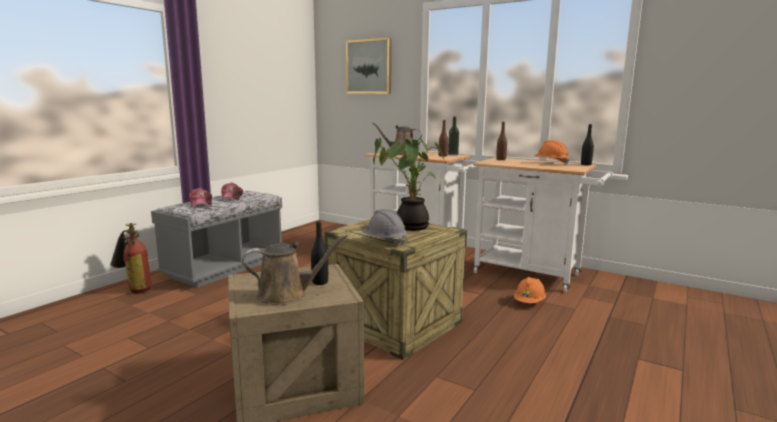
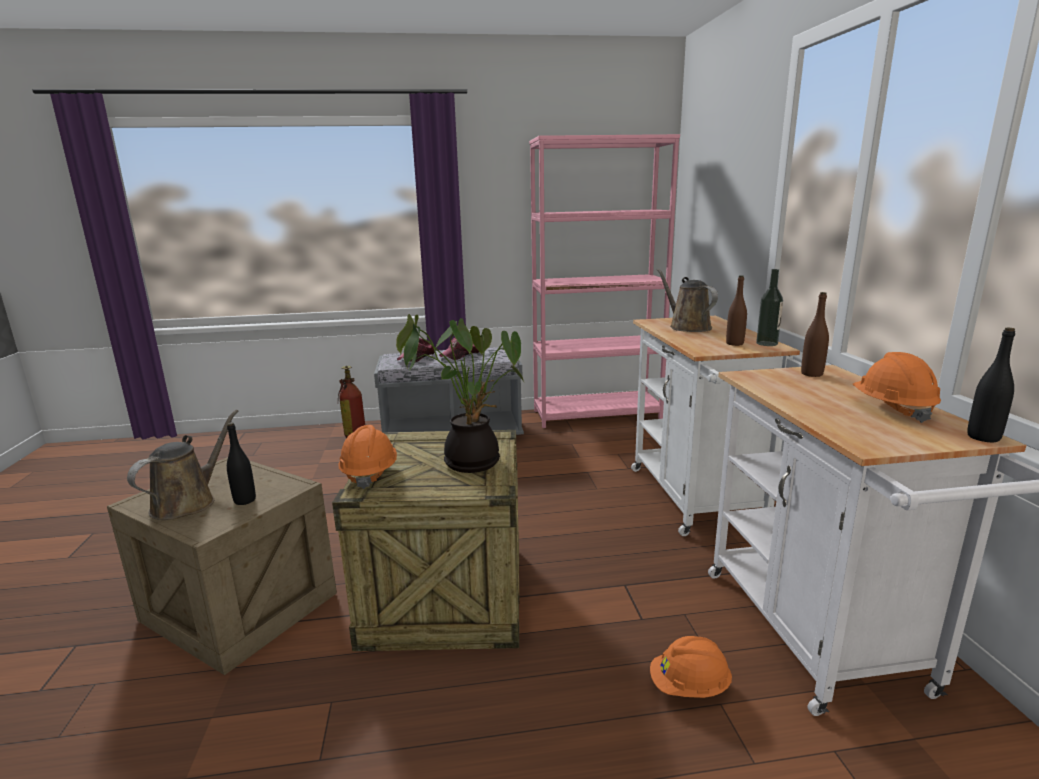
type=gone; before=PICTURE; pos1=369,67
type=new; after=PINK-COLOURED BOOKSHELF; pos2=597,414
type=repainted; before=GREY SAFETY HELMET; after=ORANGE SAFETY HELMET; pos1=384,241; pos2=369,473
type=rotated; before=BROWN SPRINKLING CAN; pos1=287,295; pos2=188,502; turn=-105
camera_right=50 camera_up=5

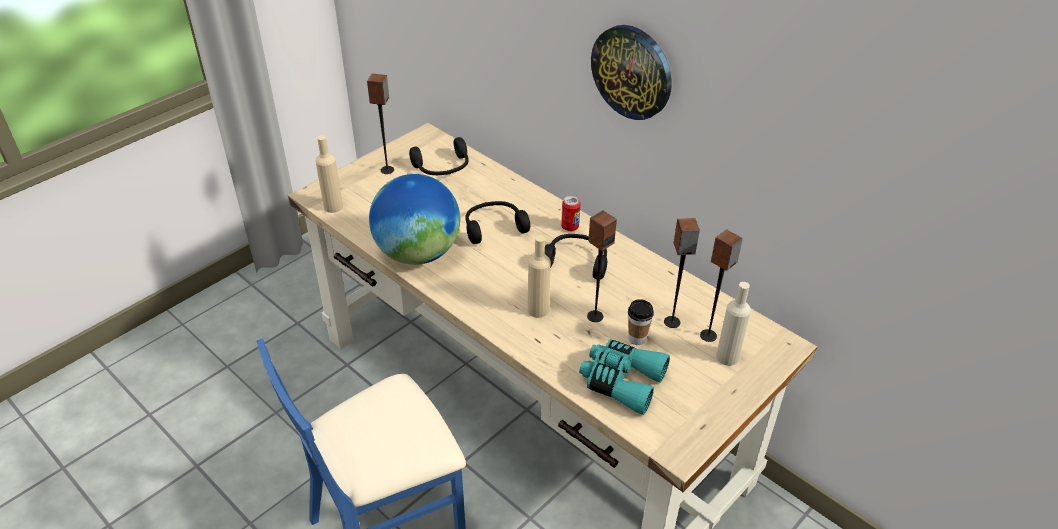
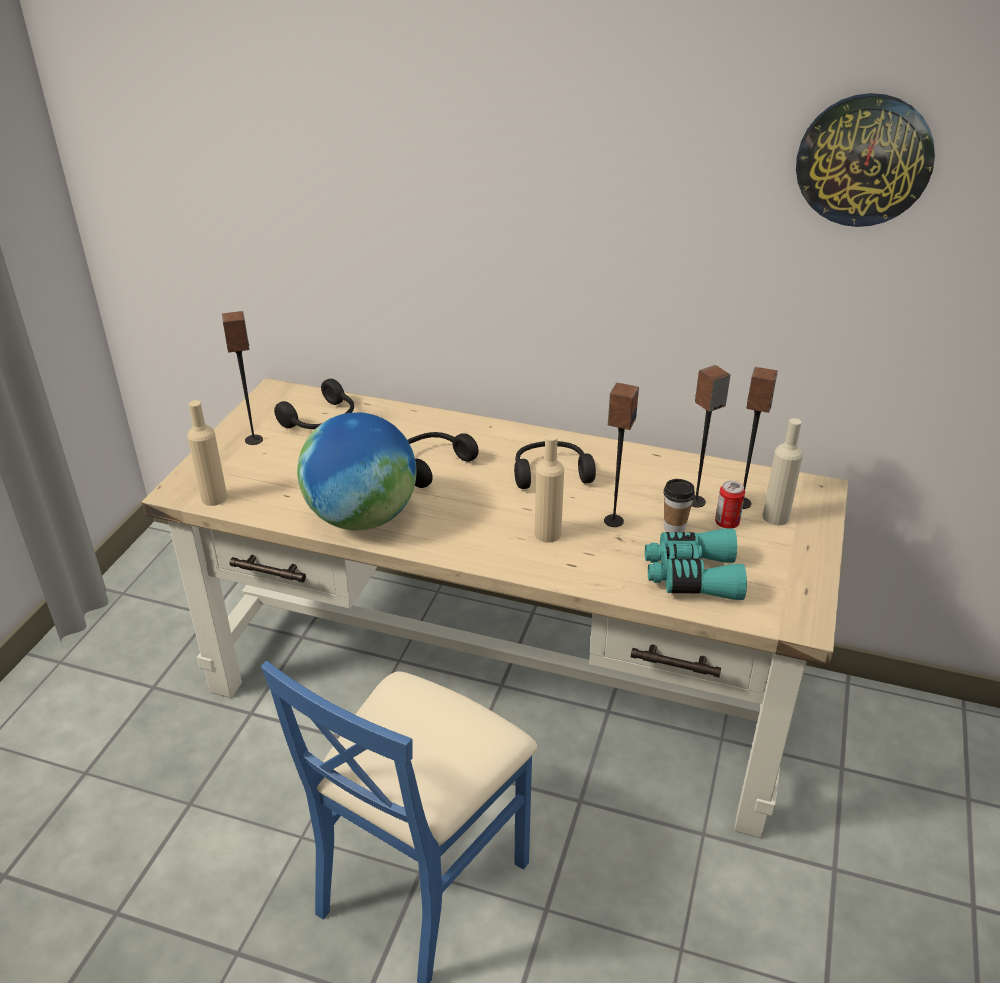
type=shifted; before=SEALED CAN; pos1=570,227; pos2=727,523
type=shifted; before=CLOCK ON THE WALL; pos1=632,72; pos2=864,160
camera_right=-25 camera_up=-5

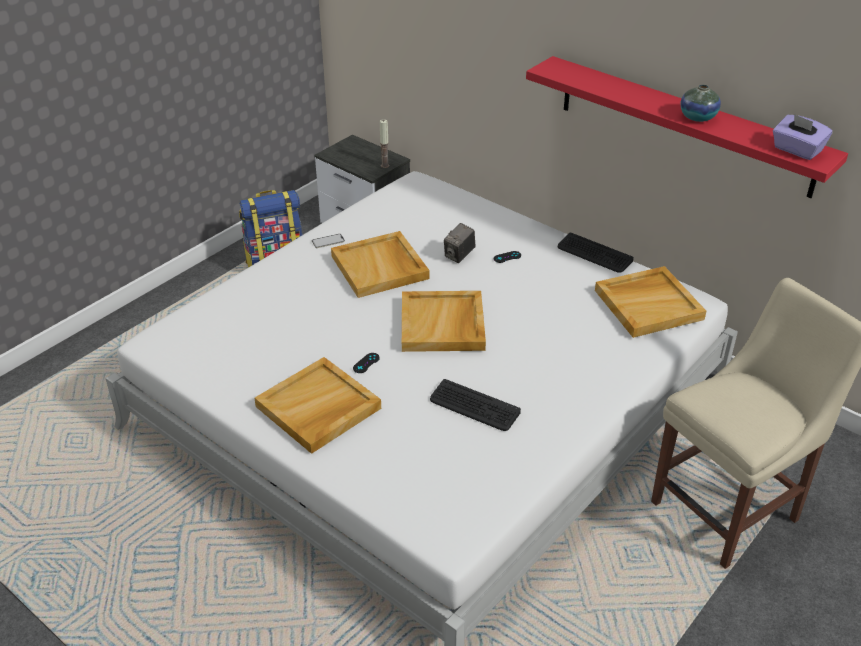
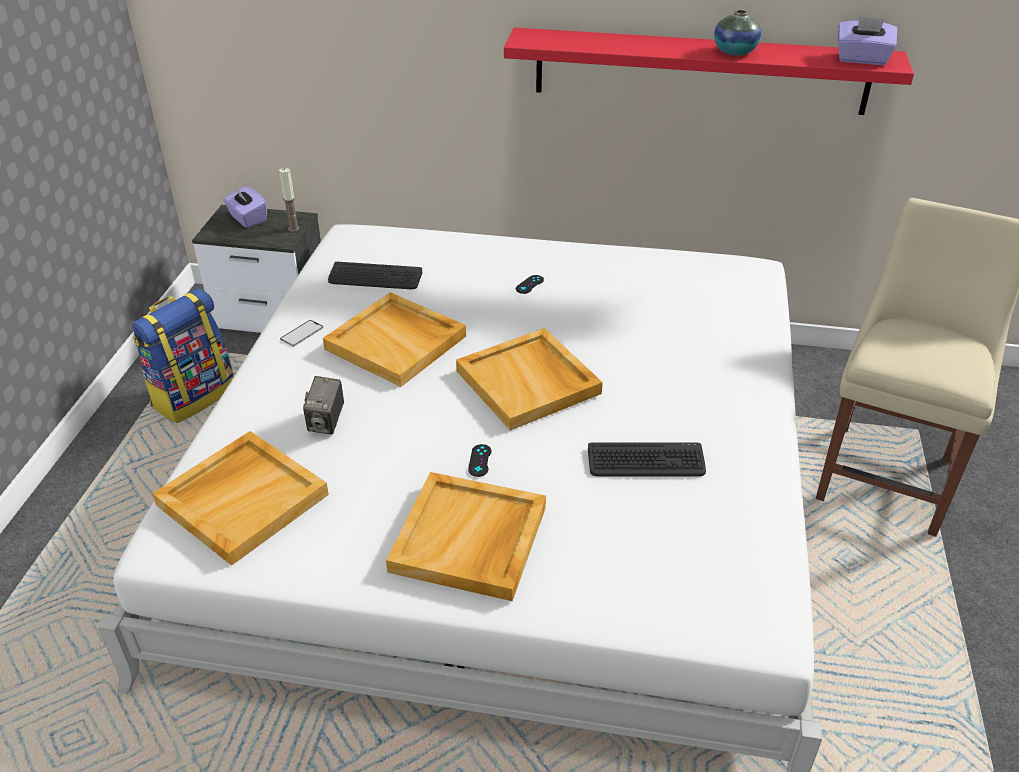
type=new; after=PURPLE-COLOURED TISSUE BOX; pos2=247,219
type=shifted; before=PHOTO CAMERA; pos1=459,255; pos2=326,422
type=shifted; before=KEYBOARD; pos1=594,254; pos2=375,277
type=shifted; before=SAND-COLOURED CARRYING TRAY; pos1=648,304; pos2=243,498
camera_right=-30 camera_up=0

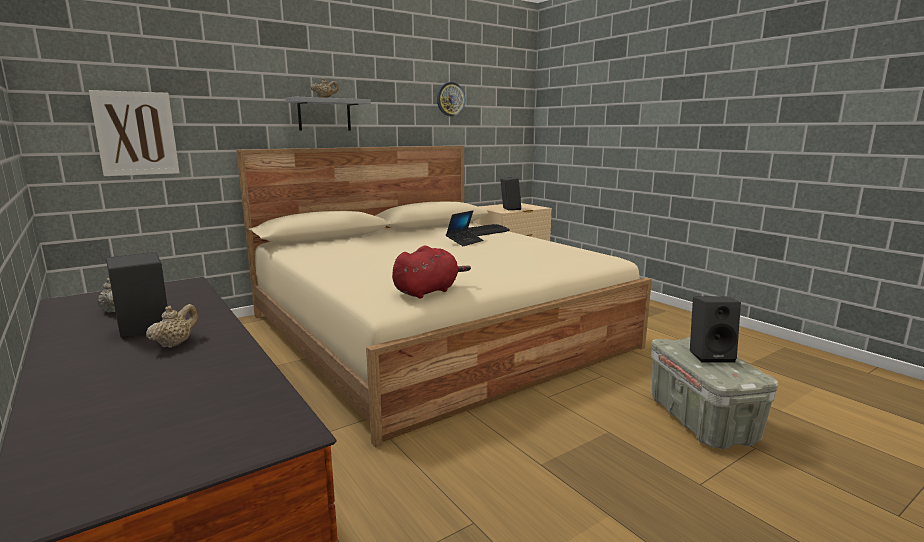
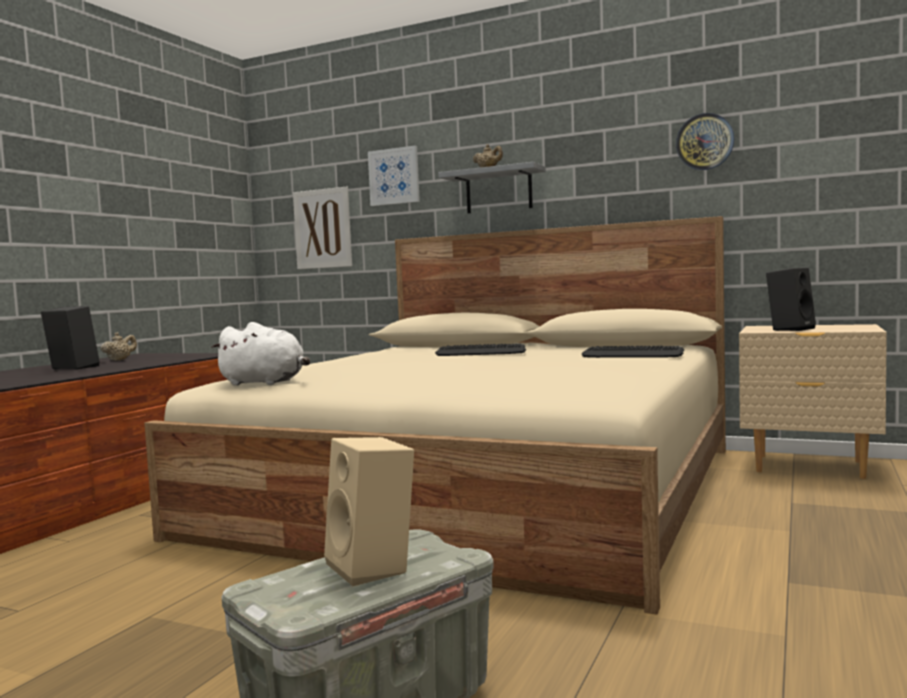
type=gone; before=SAND-COLOURED POT FOR TEA; pos1=175,344
type=gone; before=LAPTOP; pos1=464,242
type=new; after=PICTURE; pos2=394,176
type=new; after=KEYBOARD; pos2=481,352
type=repainted; before=REDDISH PLUSH TOY; after=WHITE-COLOURED PLUSH TOY; pos1=428,291; pos2=265,383
type=repainted; before=BLACK-COLOURED LOUDSPEAKER; after=SAND-COLOURED LOUDSPEAKER; pos1=711,355; pos2=374,567
camera_right=60 camera_up=-10

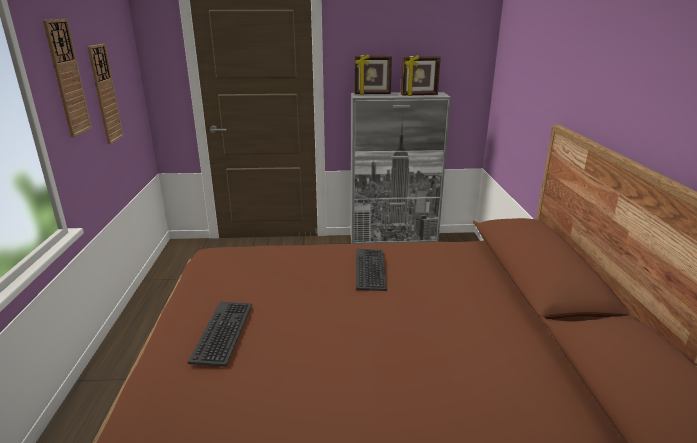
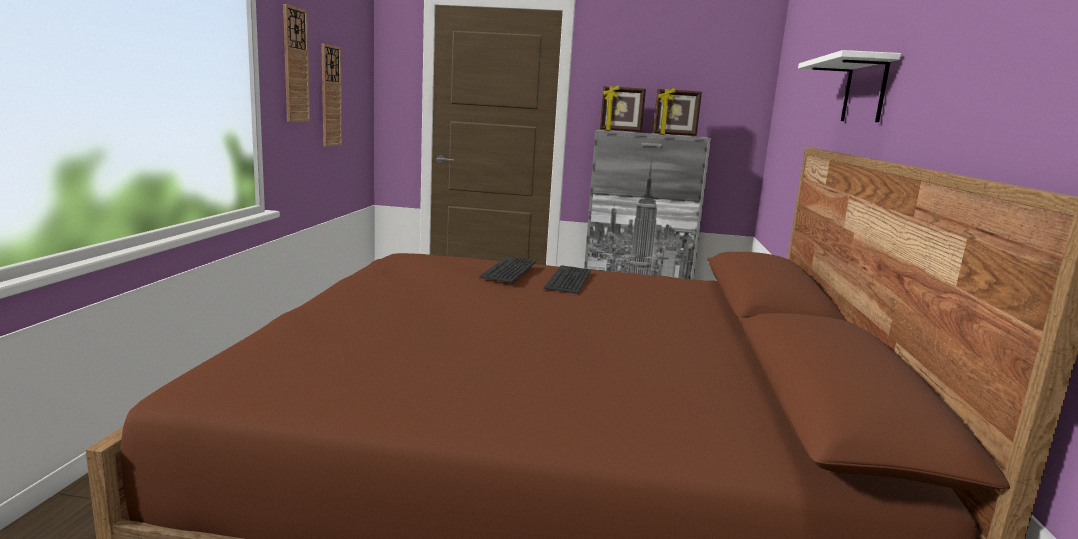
type=new; after=WHITE-COLOURED SHELF; pos2=864,91
type=shifted; before=KEYBOARD; pos1=224,332; pos2=510,270
camera_right=10 camera_up=-10

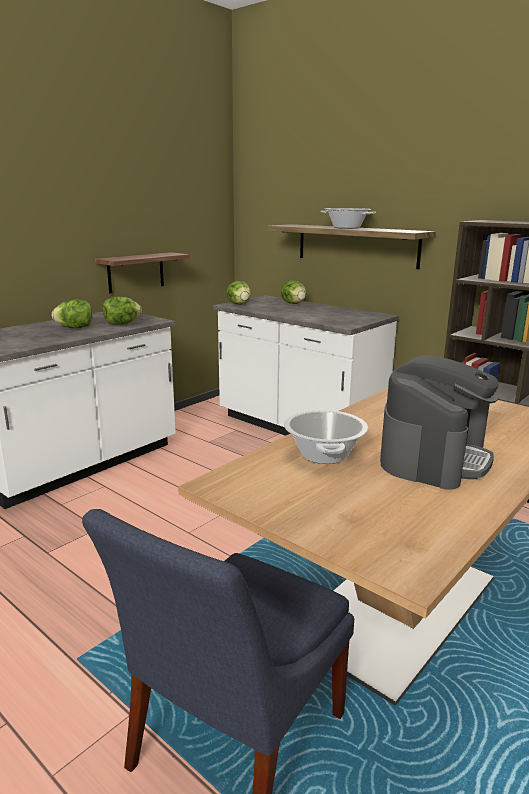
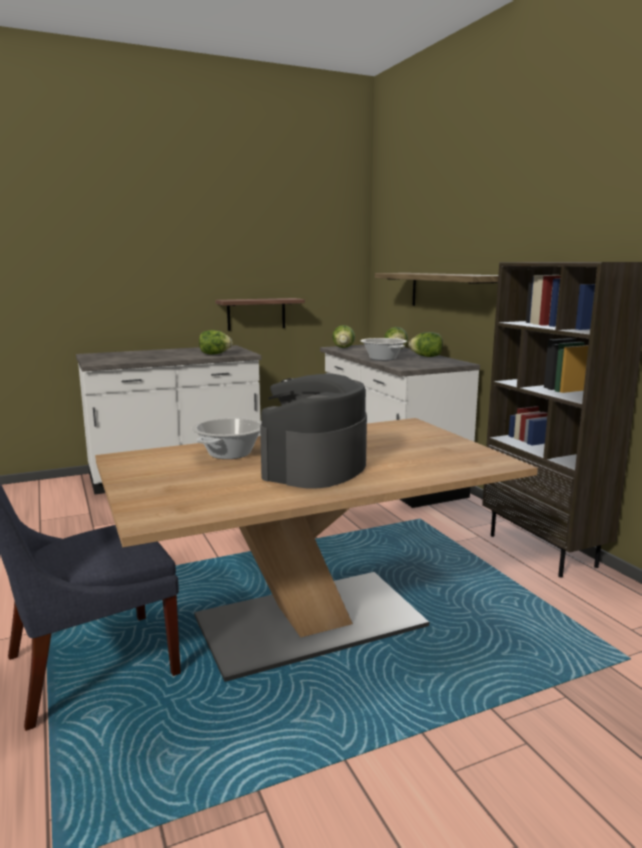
type=shifted; before=LETTUCE; pos1=75,328; pos2=426,356
type=shifted; before=STOCKPOT; pos1=346,228; pos2=383,358
type=rotated; before=COFFEE BREWER; pos1=434,457; pos2=315,468; turn=150
camera_right=25 camera_up=-5

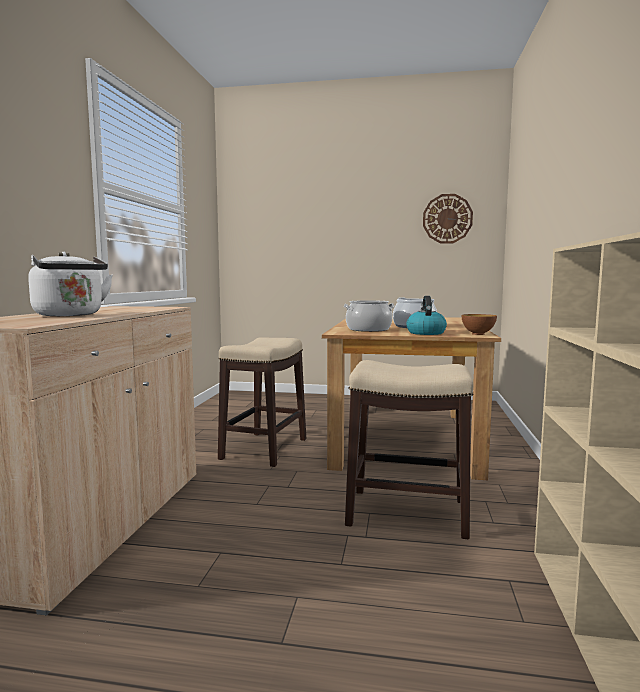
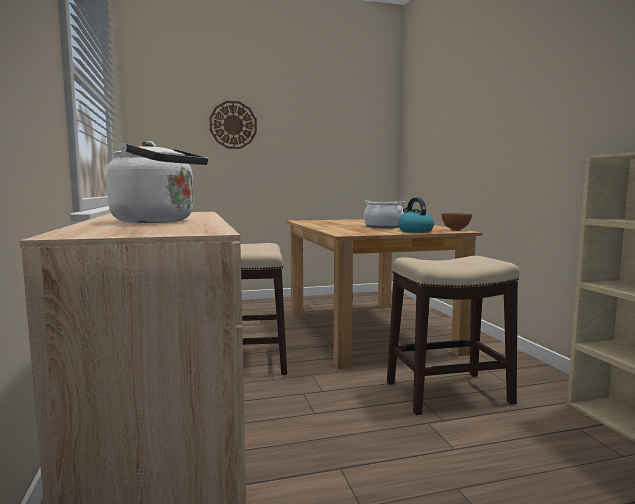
type=gone; before=STOCKPOT; pos1=368,329
type=shifted; before=CLOCK ON THE WALL; pos1=447,218; pos2=233,125
camera_right=-25 camera_up=0

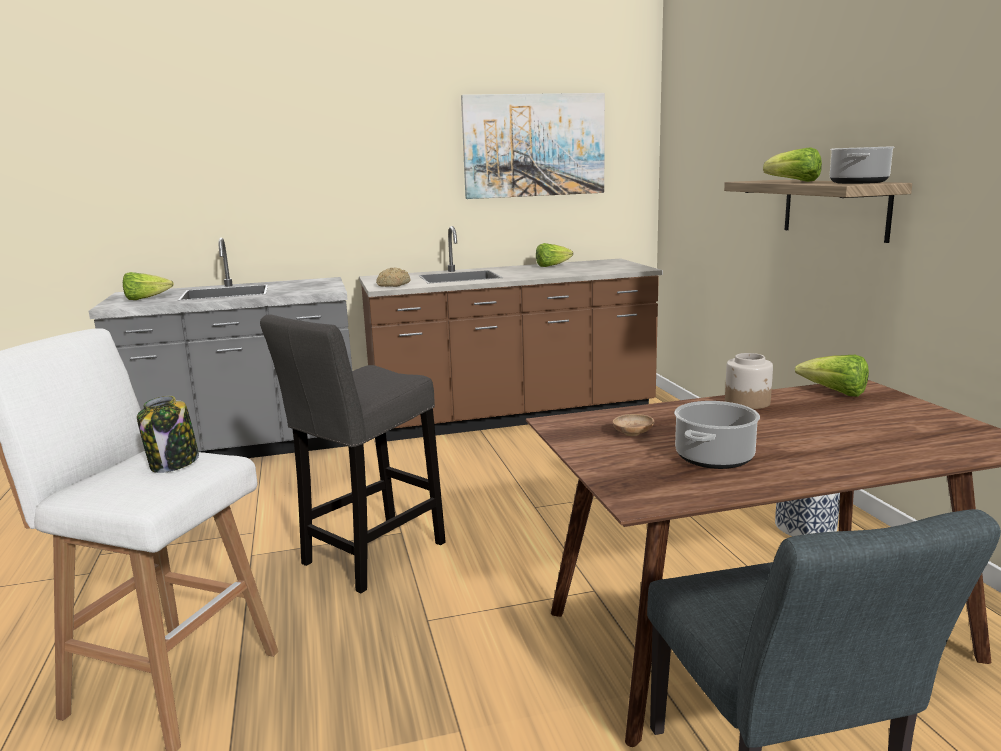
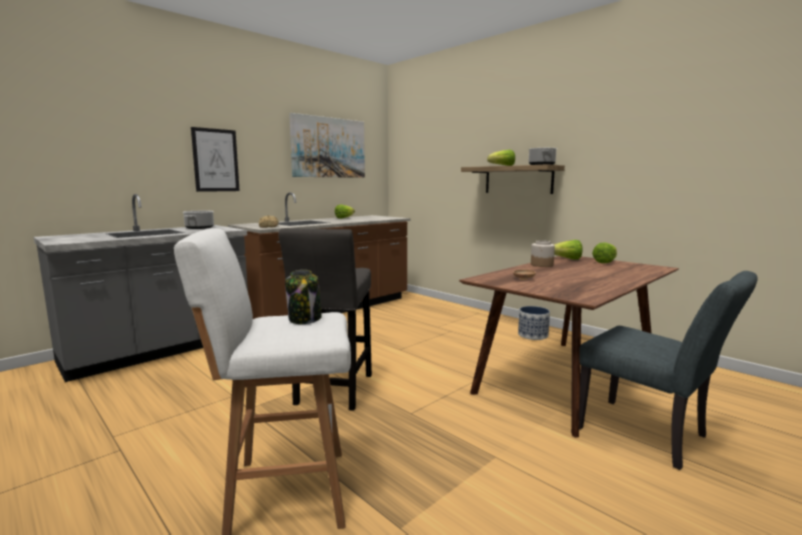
type=new; after=PICTURE; pos2=215,160
type=shifted; before=LETTUCE; pos1=146,299; pos2=605,262
type=shifted; before=STOCKPOT; pos1=714,457; pos2=199,228
camera_right=-30 camera_up=-5

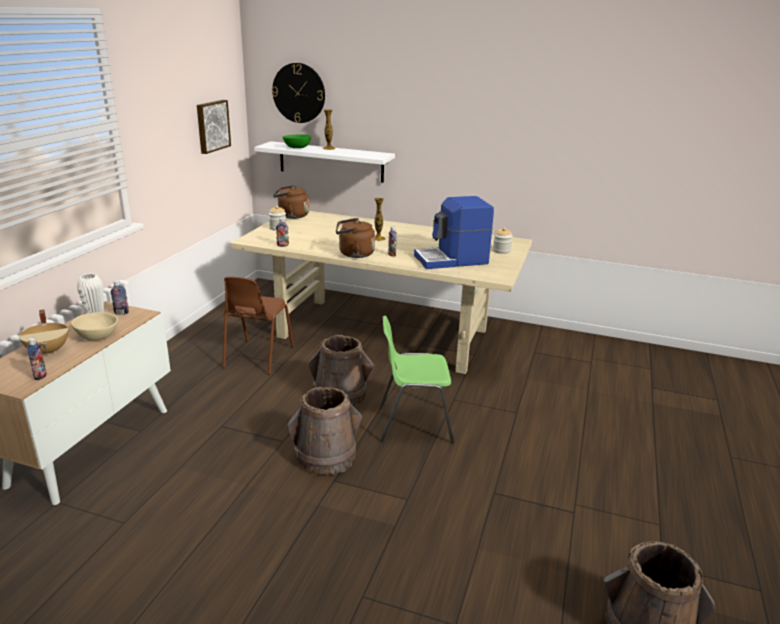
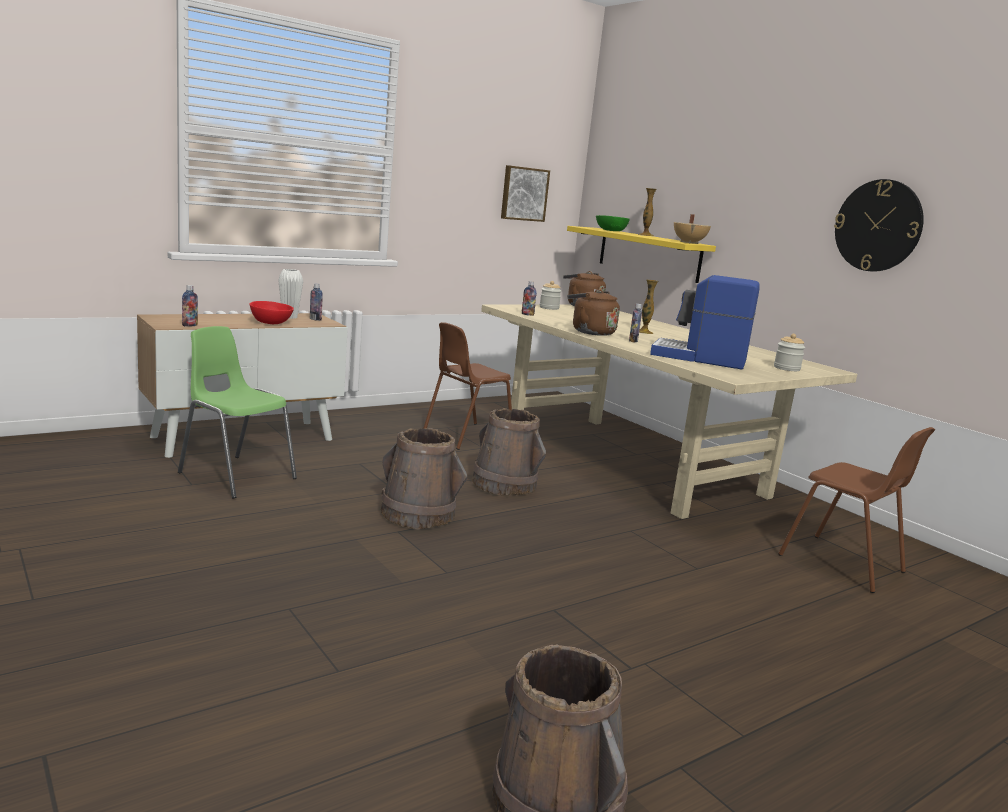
type=new; after=BROWN CHAIR; pos2=842,564
type=shifted; before=SAND-COLOURED STOCKPOT; pos1=49,351; pos2=690,243
type=shifted; before=CLOCK ON THE WALL; pos1=299,93; pos2=878,226
type=shifted; before=GREEN-COLOURED CHAIR; pos1=414,424; pos2=236,475
type=repainted; before=SAND-COLOURED DEEP DISH; after=REDDISH DEEP DISH; pos1=97,336; pos2=270,322
type=repainted; before=WHITE-COLOURED SHELF; after=YELLOWISH SHELF; pos1=331,162; pos2=648,254
camera_right=35 camera_up=-10

